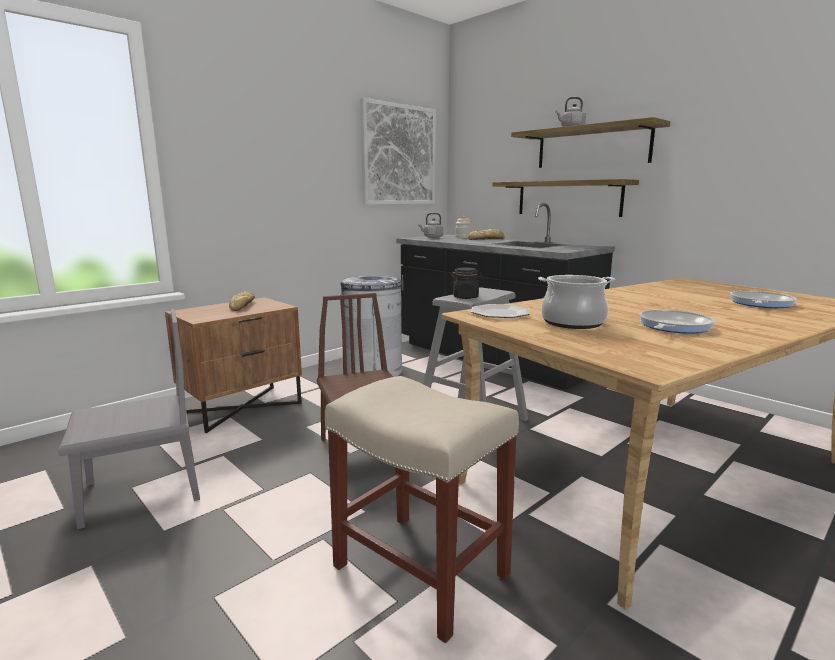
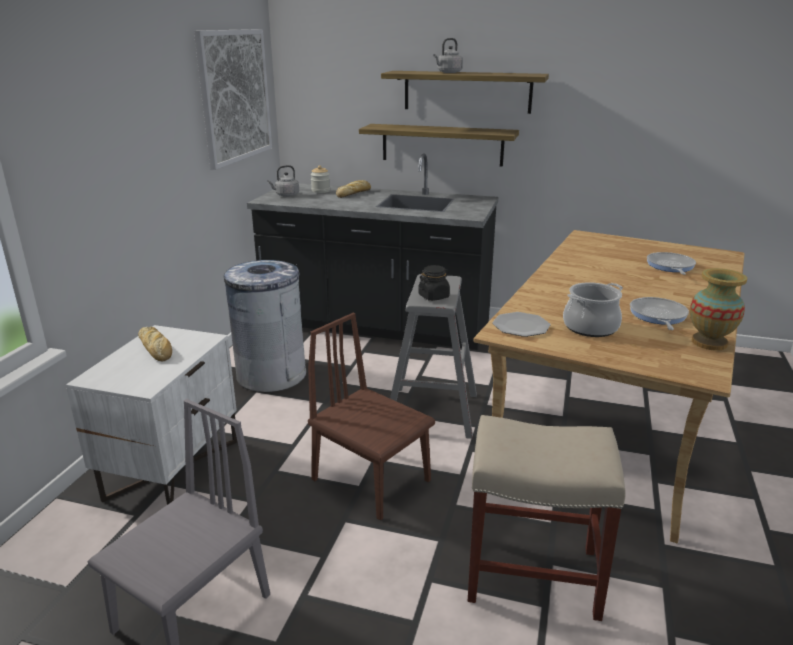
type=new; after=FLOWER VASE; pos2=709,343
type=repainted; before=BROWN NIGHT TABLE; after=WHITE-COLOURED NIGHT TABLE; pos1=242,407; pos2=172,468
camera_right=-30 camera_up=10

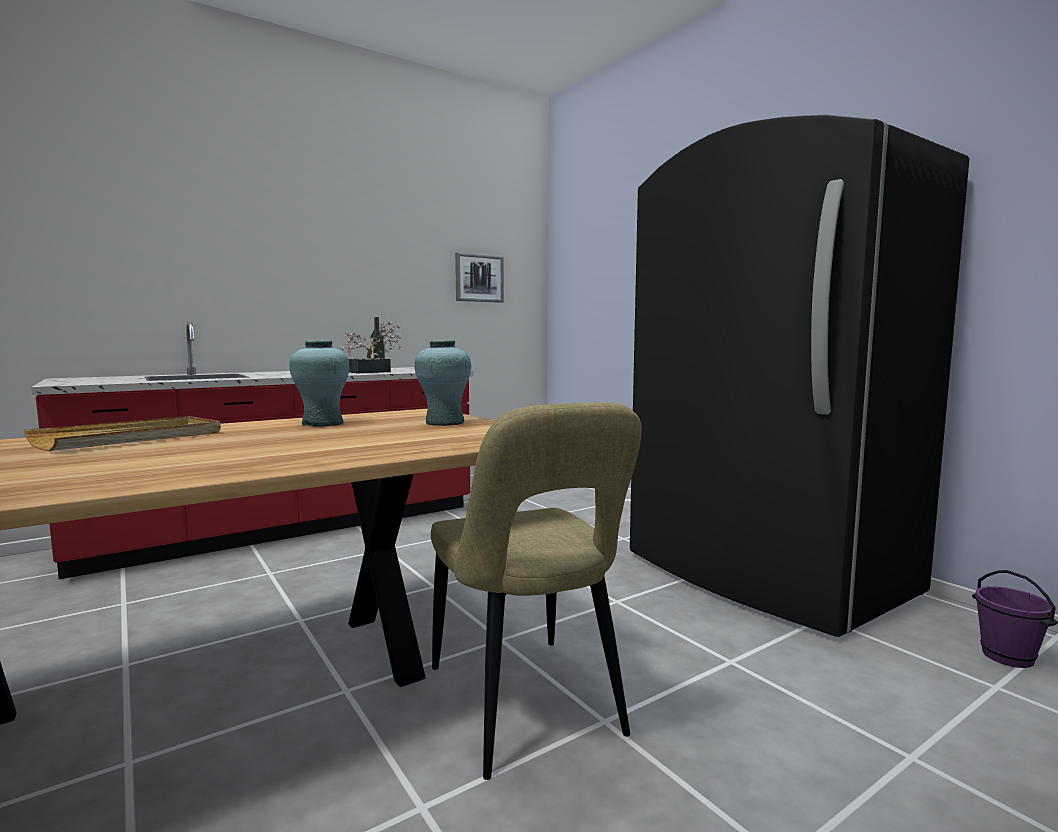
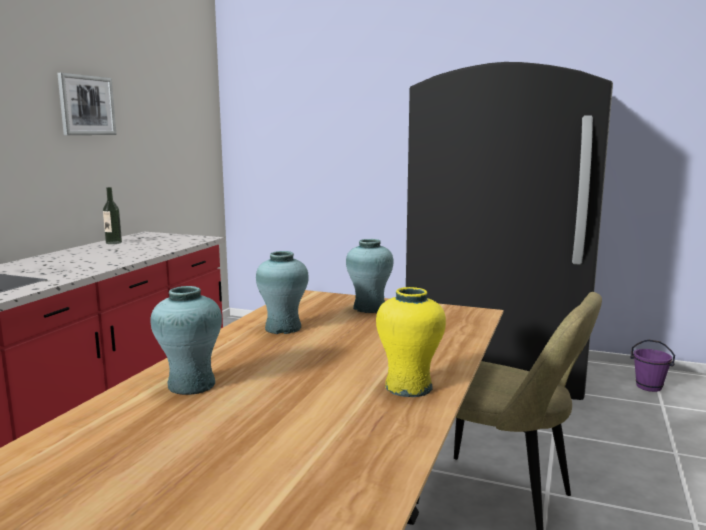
type=gone; before=POTTED PLANT; pos1=374,372
type=new; after=YELLOWISH FLOWER VASE; pos2=408,387
type=shifted; before=PICTURE; pos1=479,278; pos2=86,105
type=swapped; before=SAND-COLOURED CARRYING TRAY; after=TURQUOISE FLOWER VASE; pos1=131,438; pos2=191,385
camera_right=-35 camera_up=5

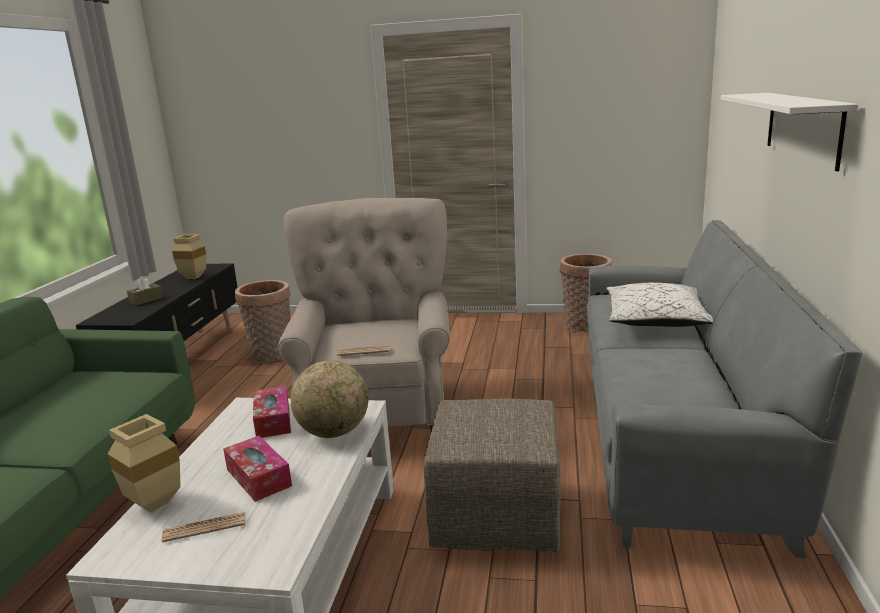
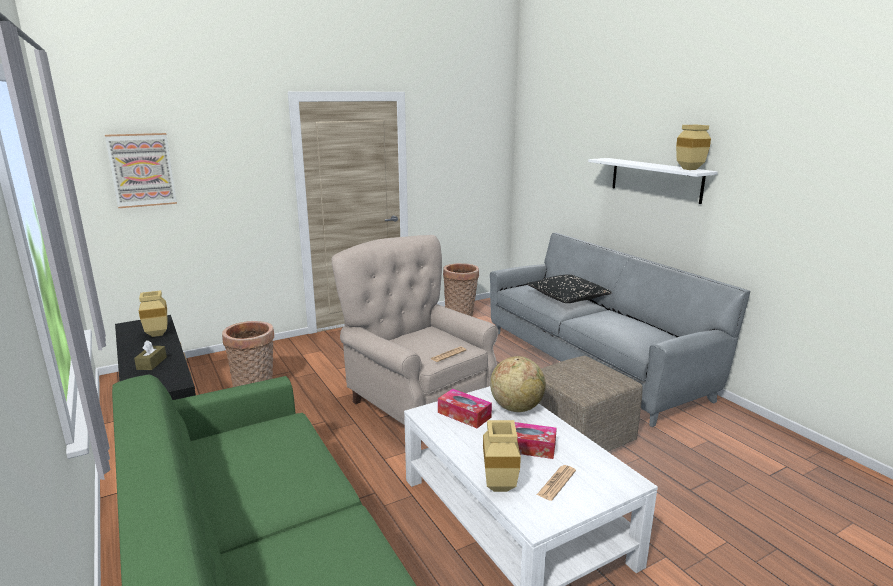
type=new; after=PICTURE; pos2=142,170
type=new; after=SAND-COLOURED FLOWER VASE; pos2=688,169
type=repainted; before=WHITE-COLOURED THROW PILLOW; after=BLACK-COLOURED THROW PILLOW; pos1=655,320; pos2=568,298
camera_right=-40 camera_up=0

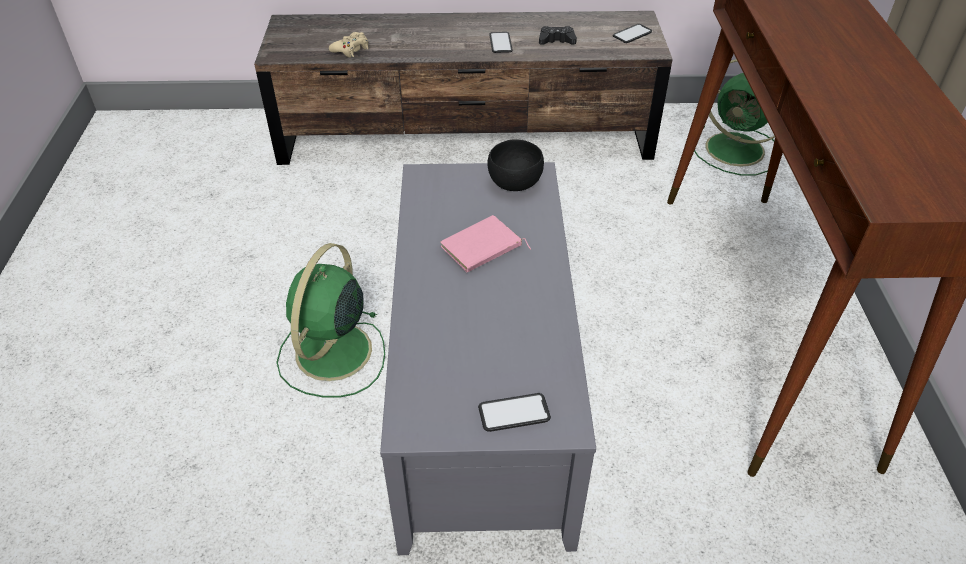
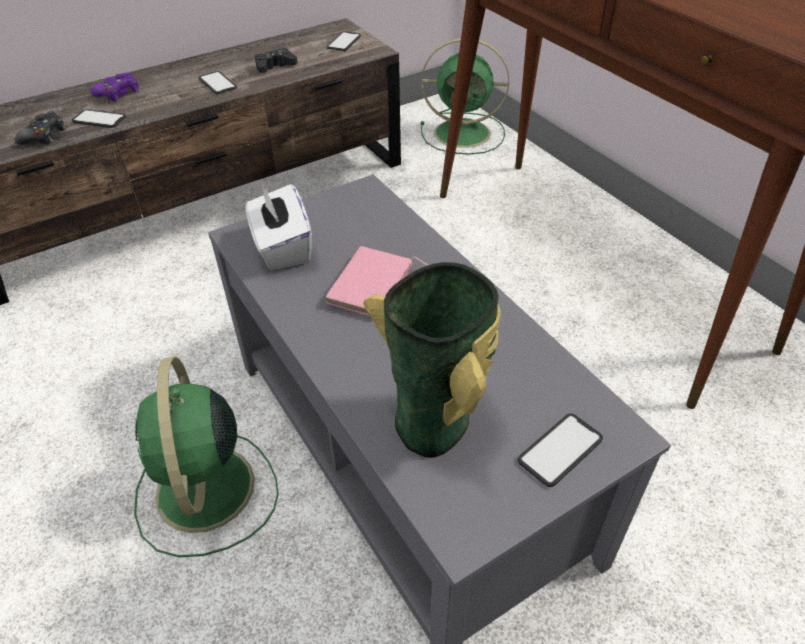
type=gone; before=BLACK-COLOURED DEEP DISH; pos1=514,182
type=new; after=TELEPHONE; pos2=99,119
type=new; after=PURPLE-COLOURED GAMEPAD; pos2=119,93
type=new; after=WHITE-COLOURED TISSUE BOX; pos2=282,247
type=new; after=FLOWER VASE; pos2=437,421
type=repainted; before=SAND-COLOURED GAMEPAD; after=BLACK-COLOURED GAMEPAD; pos1=351,50; pos2=44,136
camera_right=-30 camera_up=0

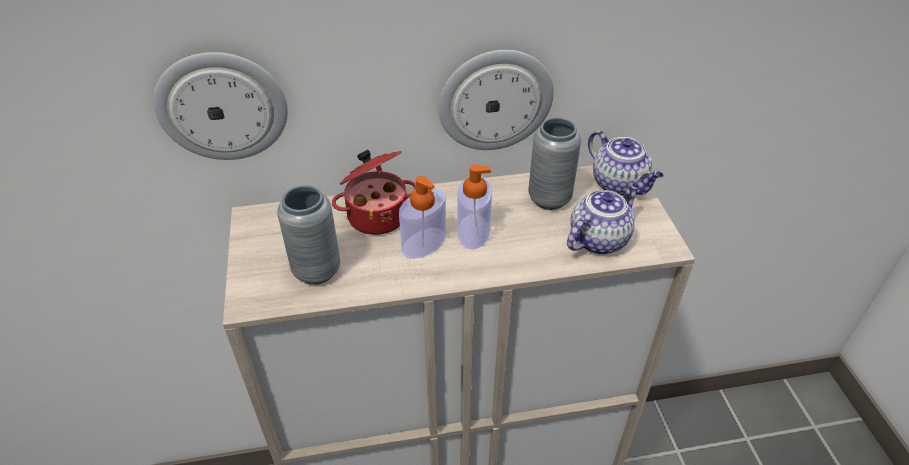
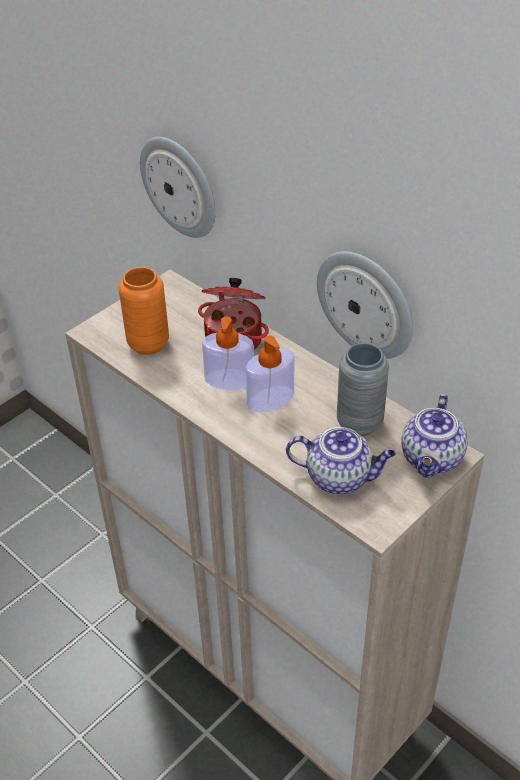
type=repainted; before=GREY FLOWER VASE; after=ORANGE FLOWER VASE; pos1=317,271; pos2=148,344
camera_right=55 camera_up=0

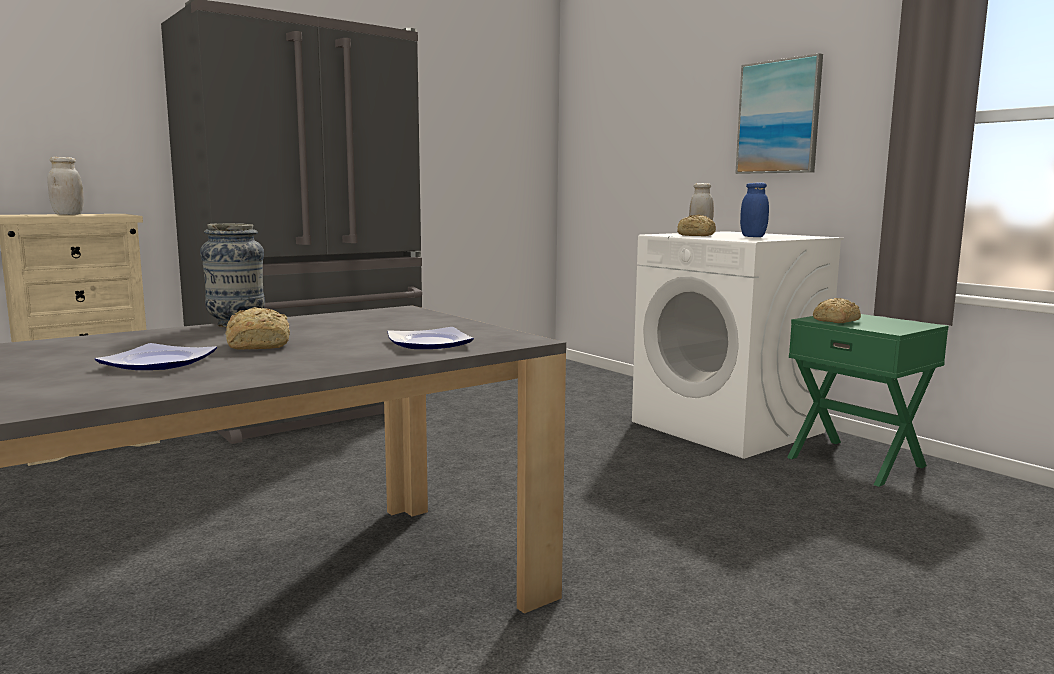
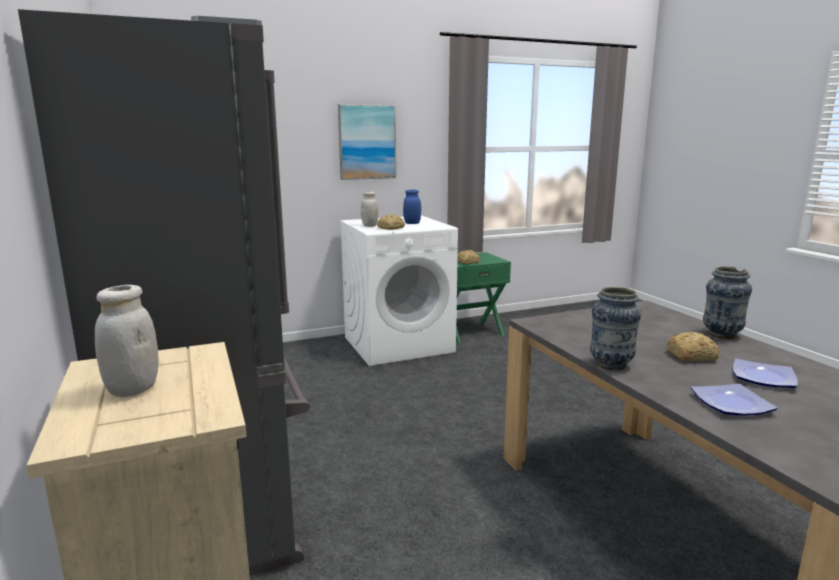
type=new; after=FLOWER VASE; pos2=721,334
type=shifted; before=PLATE; pos1=427,343; pos2=731,404
camera_right=-75 camera_up=5

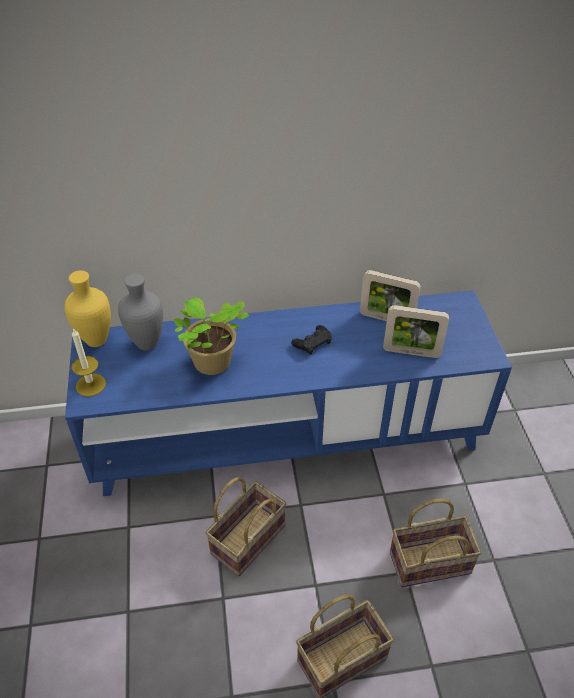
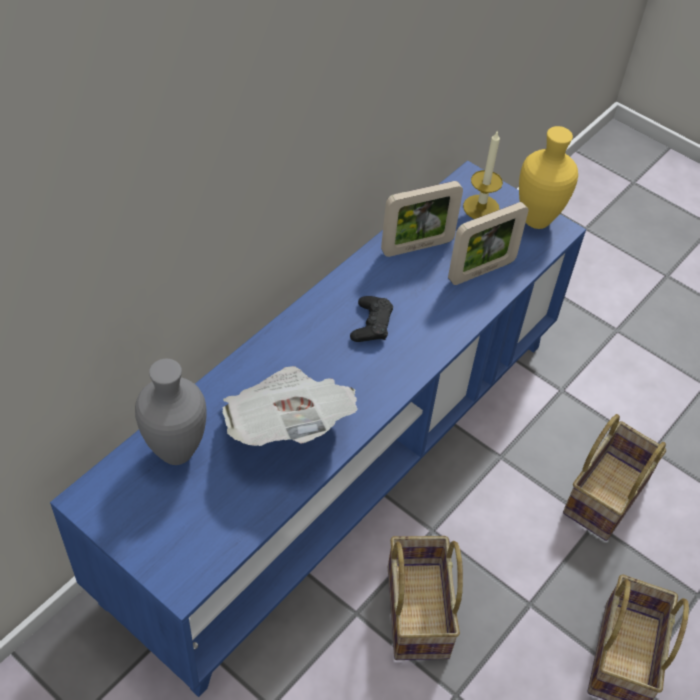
type=shifted; before=YELLOWISH FLOWER VASE; pos1=96,340; pos2=535,220
type=shifted; before=WAX CANDLE; pos1=90,385; pos2=481,207
type=swapped; before=POTTED PLANT; after=NEWSPAPER; pos1=212,364; pos2=288,425
camera_right=-45 camera_up=5

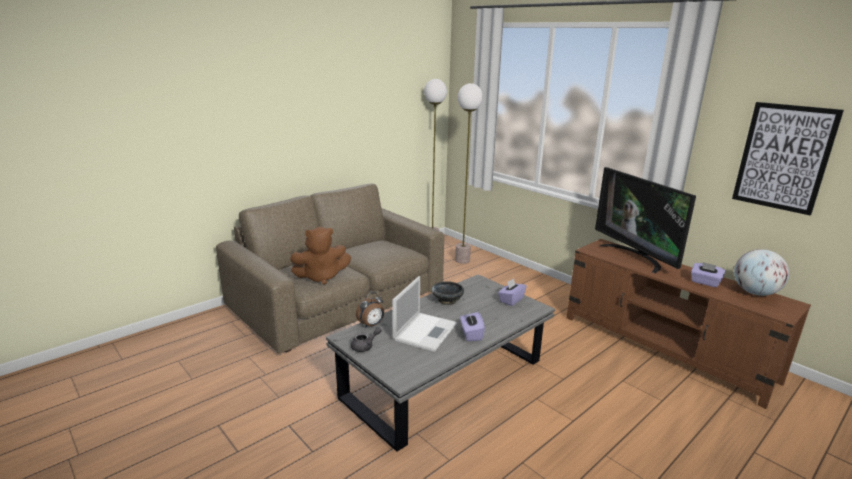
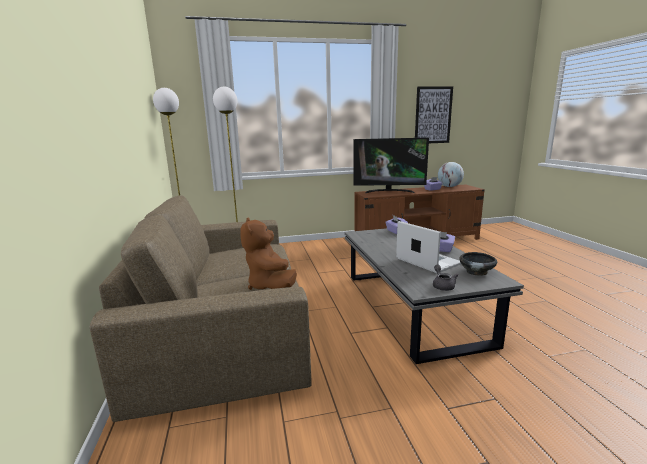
type=gone; before=TABLE CLOCK; pos1=371,325
type=shifted; before=BLACK-COLOURED DEEP DISH; pos1=447,300; pos2=476,272
type=rotated; before=BROWN PLUSH TOY; pos1=321,277; pos2=270,286; turn=150
camera_right=-60 camera_up=-5

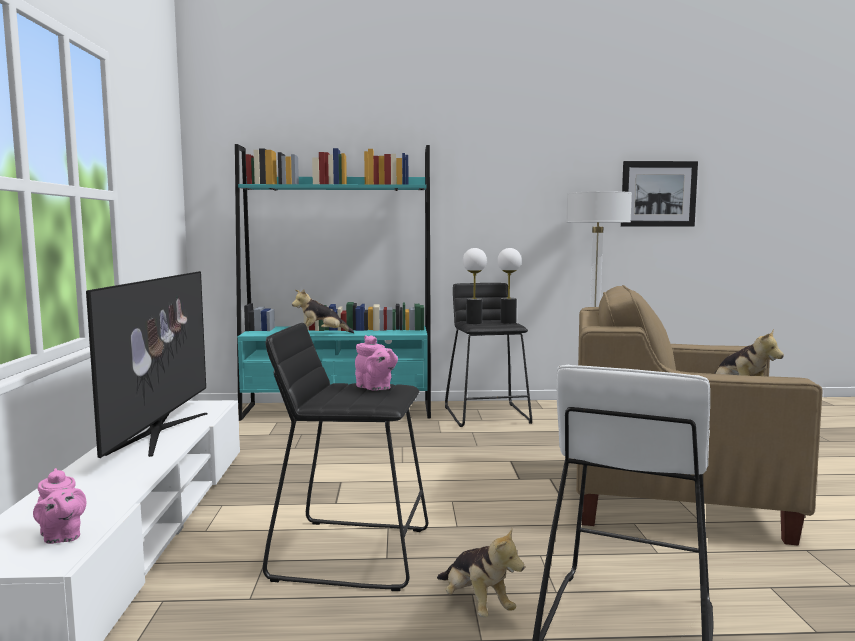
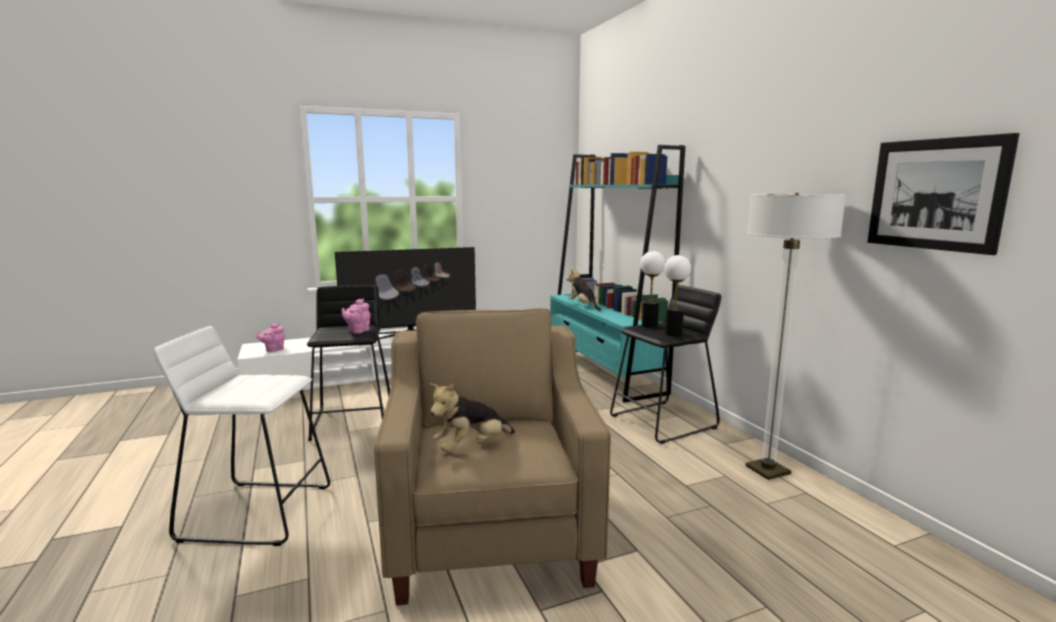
type=gone; before=PLUSH TOY; pos1=476,605
camera_right=70 camera_up=5

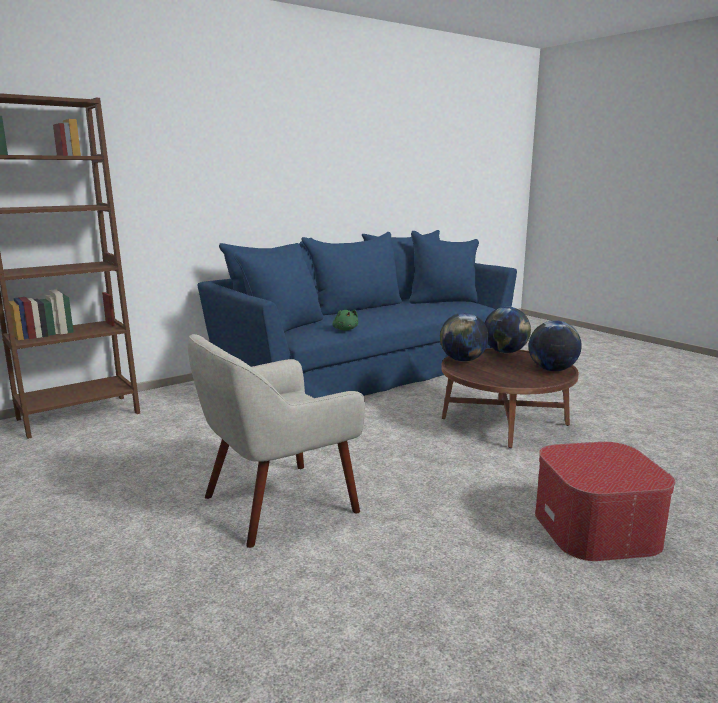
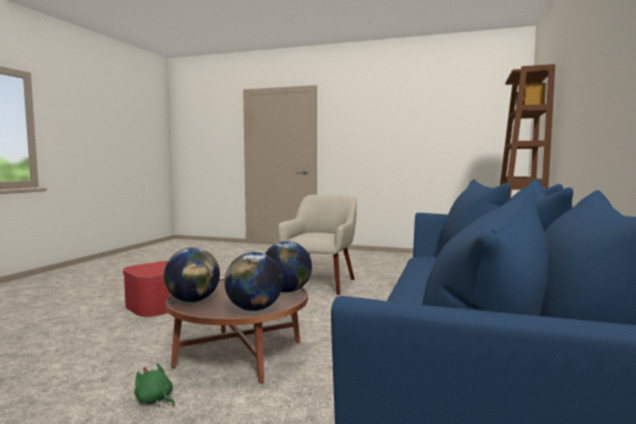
type=shifted; before=GREEN-COLOURED PLUSH TOY; pos1=345,329; pos2=155,400
camera_right=145 camera_up=-10

